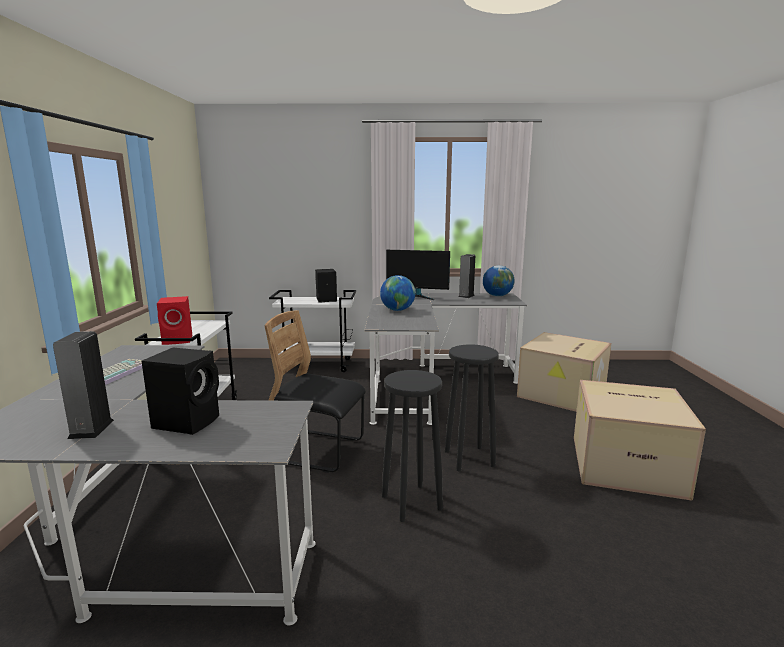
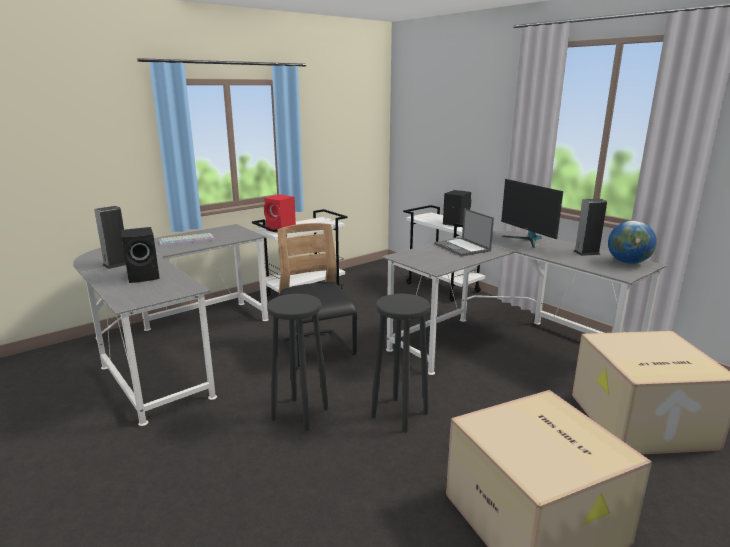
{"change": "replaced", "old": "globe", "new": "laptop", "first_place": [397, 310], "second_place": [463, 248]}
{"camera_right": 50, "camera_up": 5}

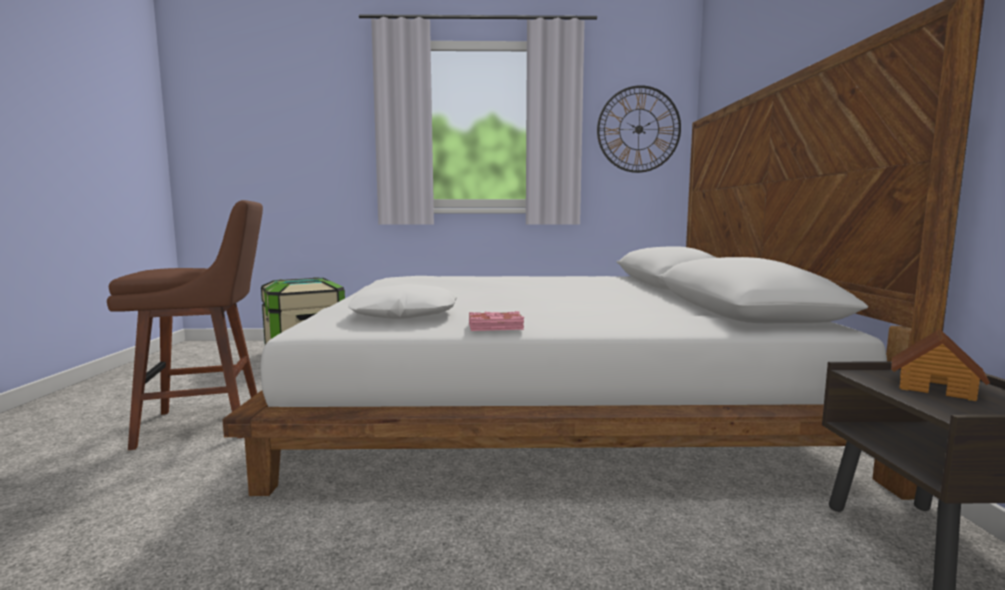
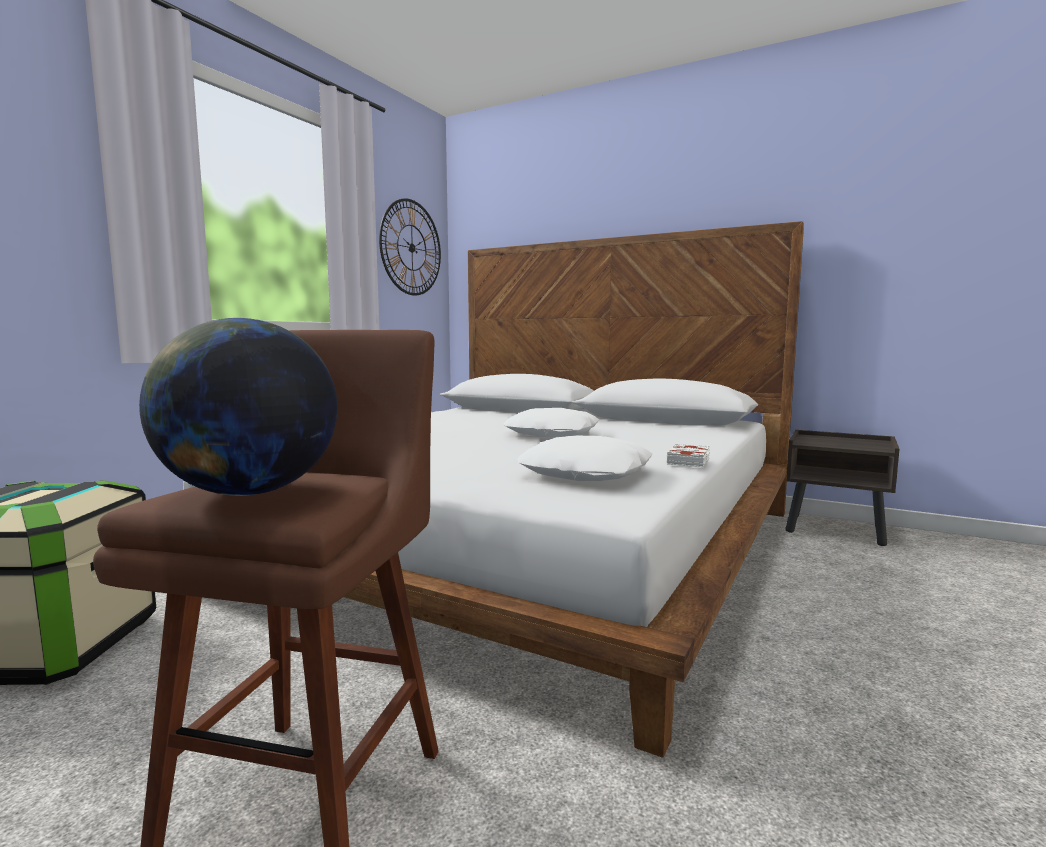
{"change": "recoloured", "old": "pink book", "new": "white book", "first_place": [495, 327], "second_place": [689, 461]}
{"change": "removed", "old": "toy house", "first_place": [935, 387]}
{"change": "added", "new": "globe", "second_place": [249, 492]}
{"change": "added", "new": "white pillow", "second_place": [553, 434]}
{"camera_right": -60, "camera_up": 0}

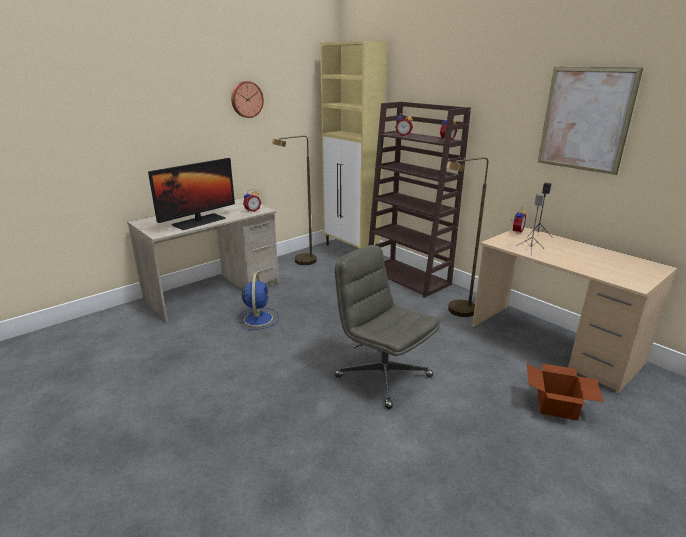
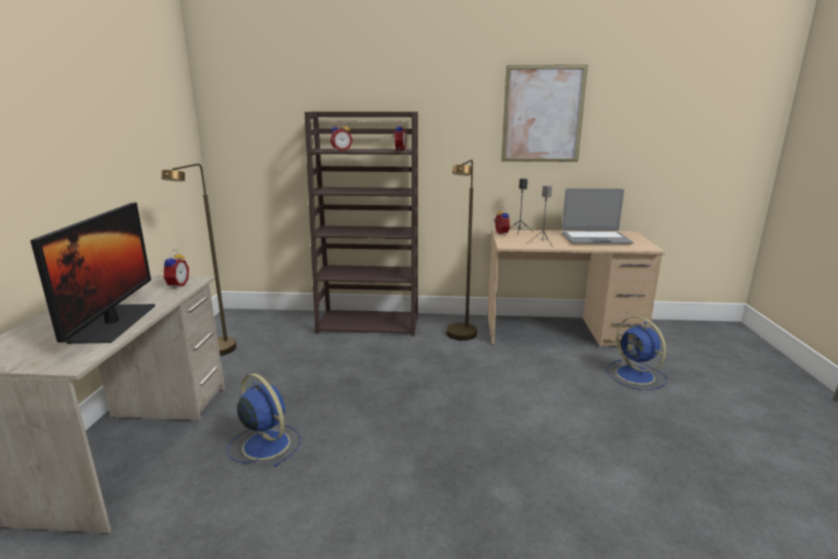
{"change": "removed", "old": "wall clock", "first_place": [246, 99]}
{"change": "removed", "old": "beige cabinet", "first_place": [351, 250]}
{"change": "removed", "old": "grey office chair", "first_place": [382, 376]}
{"change": "replaced", "old": "cardboard box", "new": "blue fan", "first_place": [558, 406], "second_place": [636, 376]}
{"change": "added", "new": "laptop", "second_place": [595, 239]}
{"camera_right": -45, "camera_up": -5}

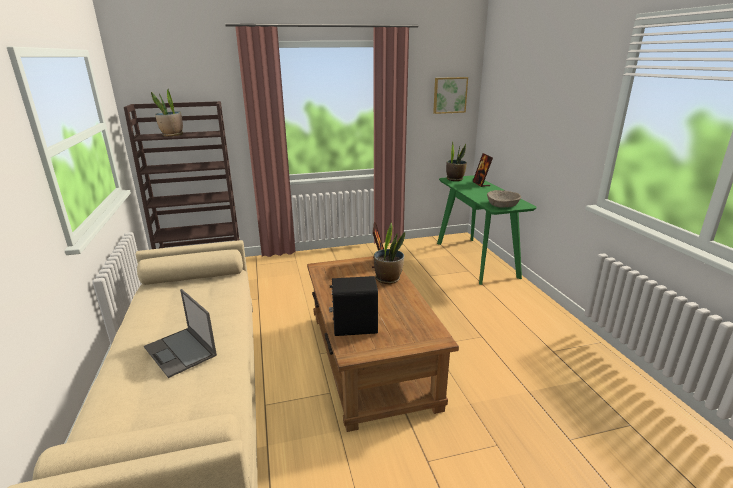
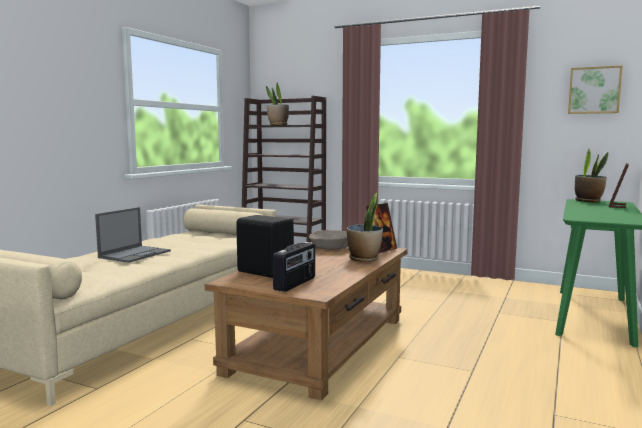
{"change": "turned", "old": "laptop", "first_place": [181, 351], "second_place": [135, 254], "degrees": -150}
{"change": "moved", "old": "beige bowl", "first_place": [502, 204], "second_place": [332, 247]}
{"change": "added", "new": "radio", "second_place": [295, 284]}
{"camera_right": 40, "camera_up": -15}

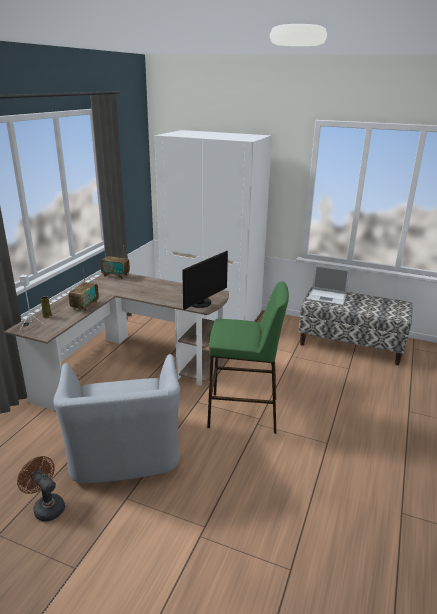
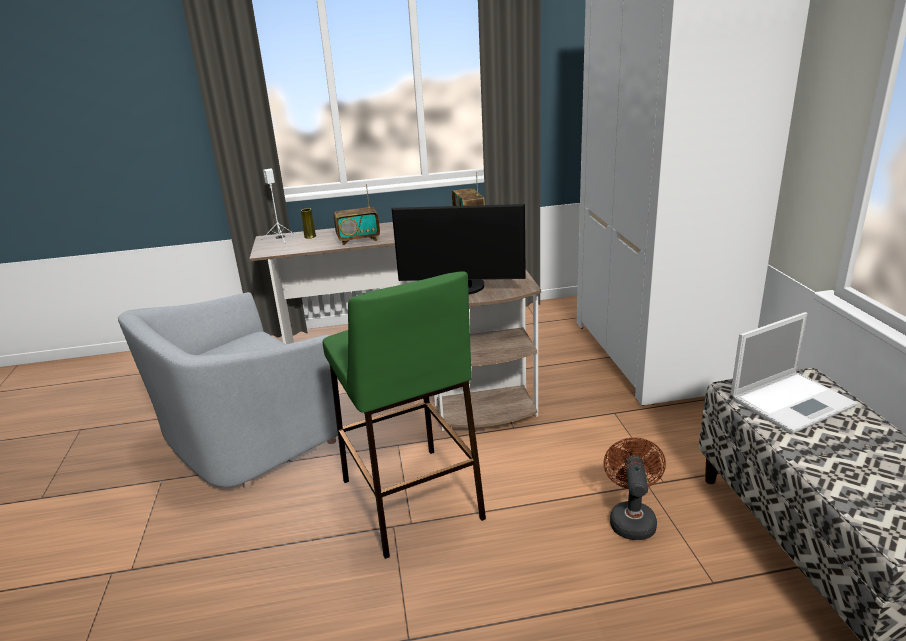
{"change": "moved", "old": "brown fan", "first_place": [46, 507], "second_place": [631, 518]}
{"change": "turned", "old": "laptop", "first_place": [327, 297], "second_place": [793, 401], "degrees": -105}
{"camera_right": 60, "camera_up": 0}

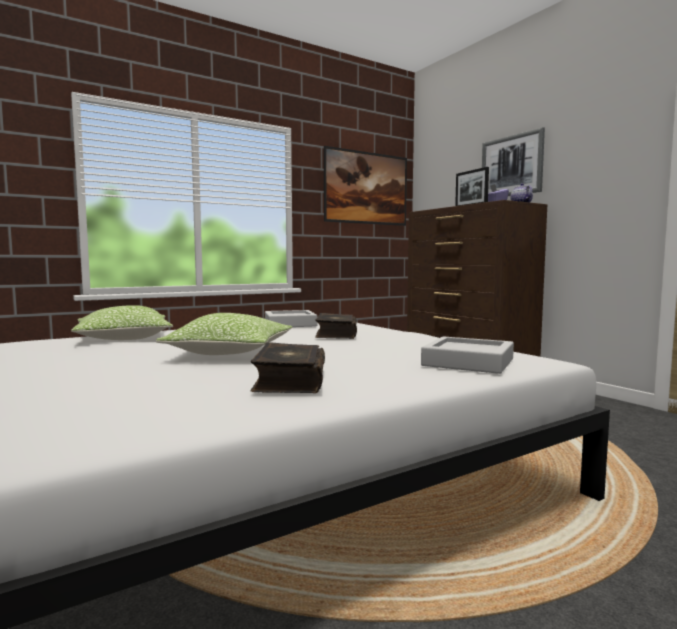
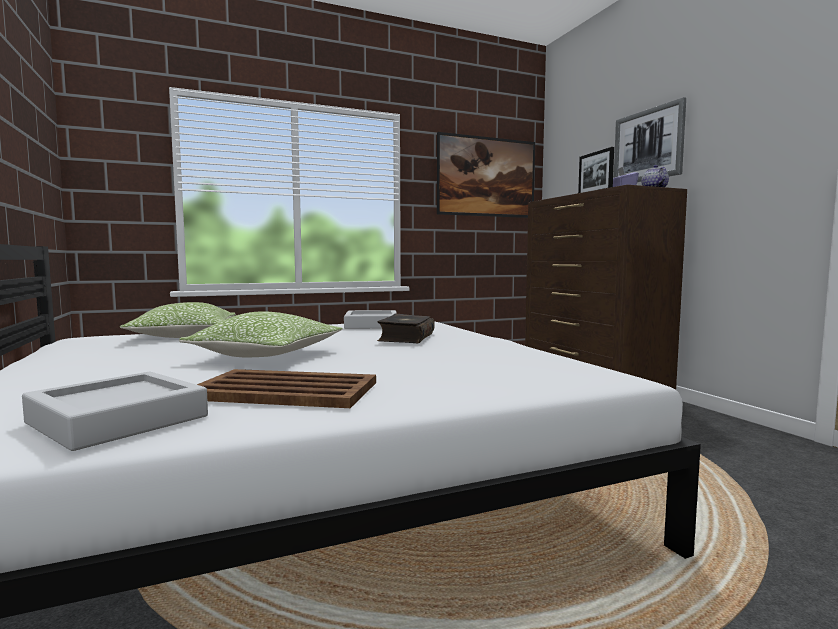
{"change": "replaced", "old": "book", "new": "brown tray", "first_place": [289, 381], "second_place": [284, 390]}
{"change": "moved", "old": "grey tray", "first_place": [468, 362], "second_place": [118, 420]}
{"camera_right": 10, "camera_up": 0}

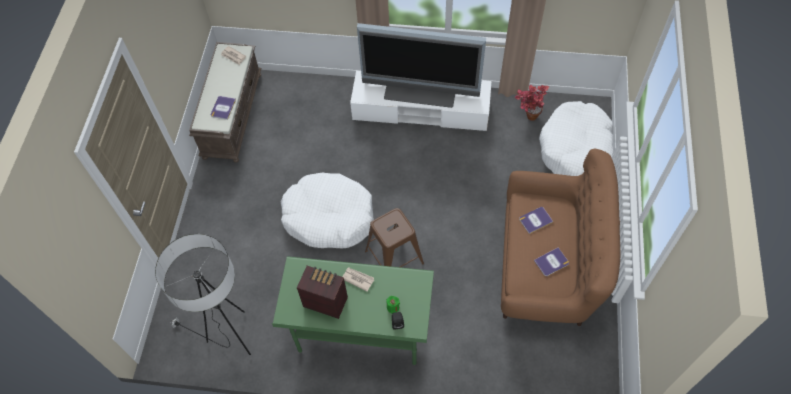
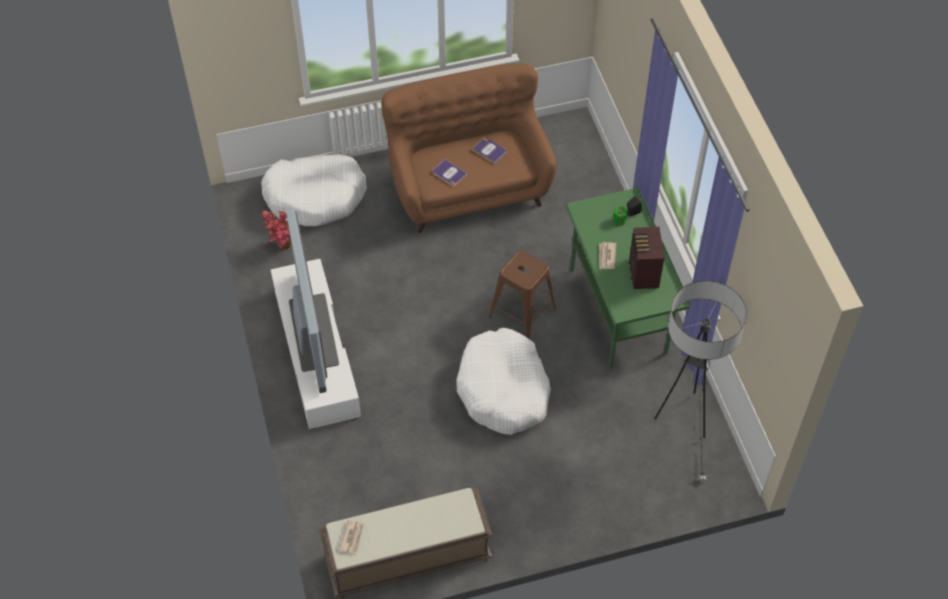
{"change": "removed", "old": "book", "first_place": [223, 108]}
{"camera_right": -115, "camera_up": -5}

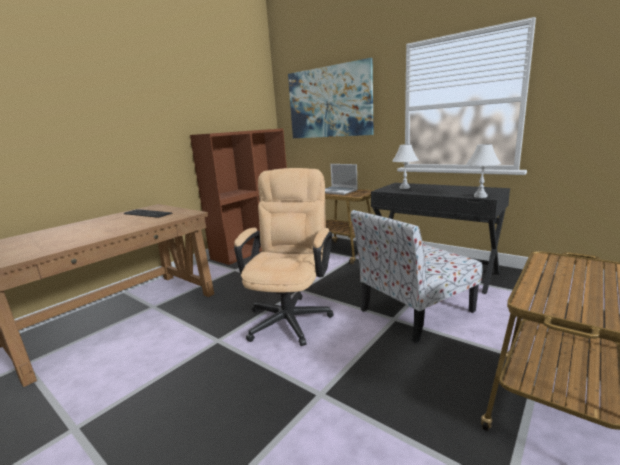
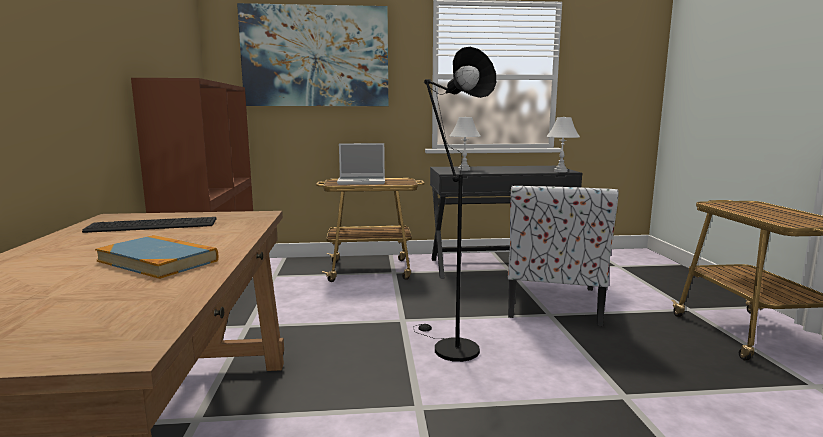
{"change": "replaced", "old": "beige office chair", "new": "black floor lamp", "first_place": [291, 315], "second_place": [449, 347]}
{"change": "added", "new": "book", "second_place": [158, 261]}
{"camera_right": -45, "camera_up": -5}

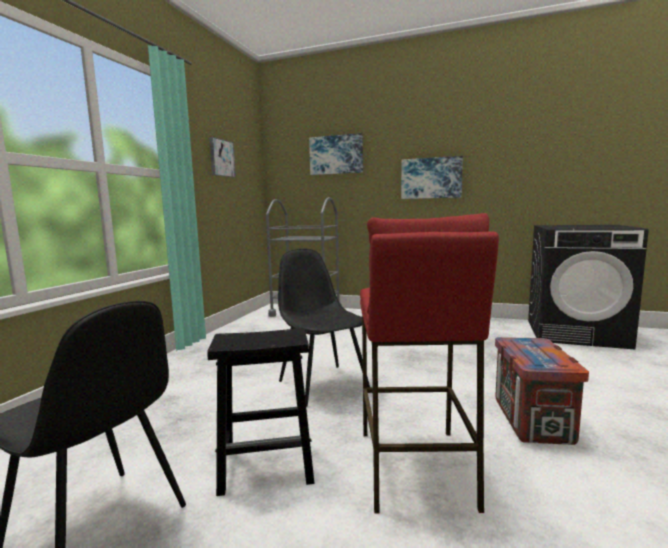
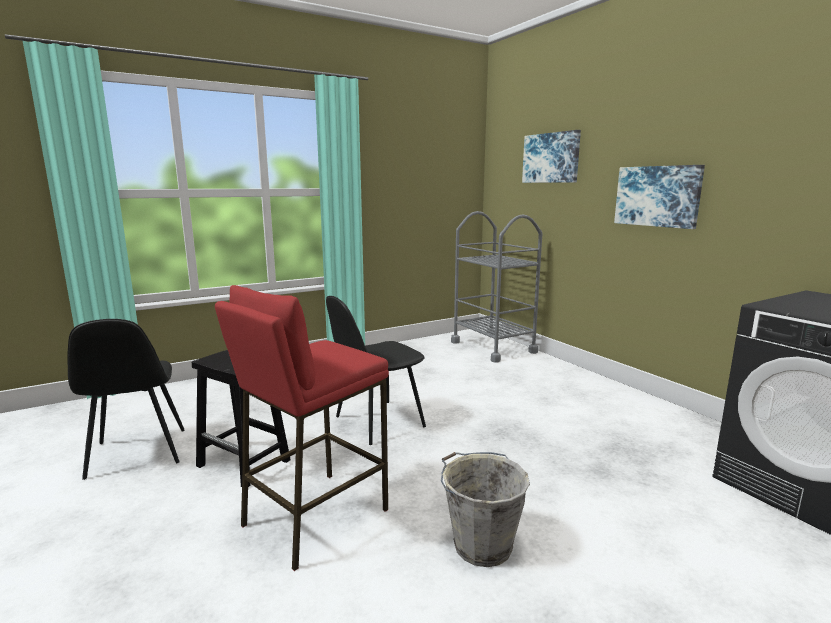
{"change": "removed", "old": "picture", "first_place": [221, 158]}
{"change": "turned", "old": "black chair", "first_place": [322, 383], "second_place": [377, 422], "degrees": -135}
{"change": "replaced", "old": "crate", "new": "grey bucket", "first_place": [532, 422], "second_place": [480, 544]}
{"camera_right": 40, "camera_up": 5}

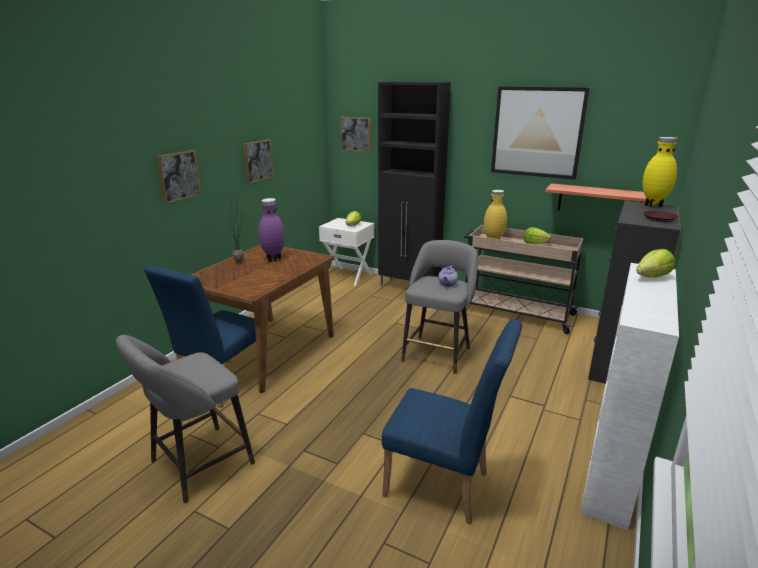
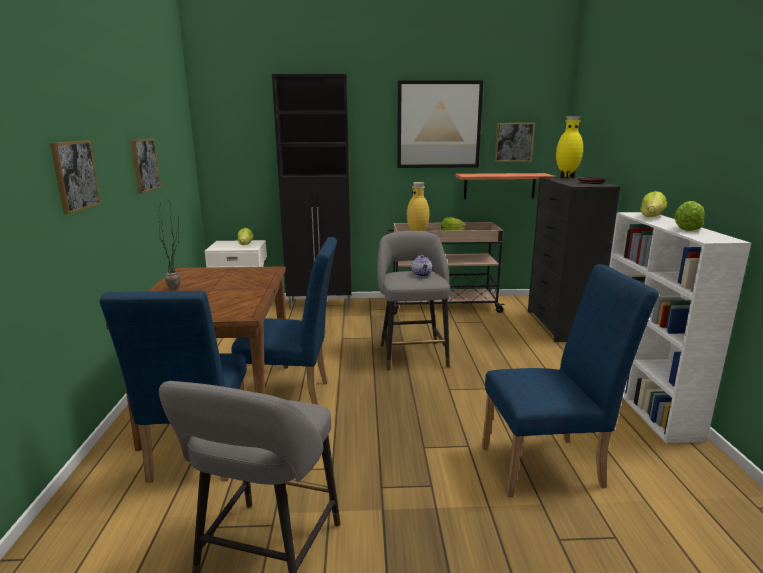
{"change": "removed", "old": "purple vase", "first_place": [273, 259]}
{"change": "moved", "old": "picture", "first_place": [356, 134], "second_place": [514, 142]}
{"change": "added", "new": "blue chair", "second_place": [293, 397]}
{"change": "added", "new": "lettuce", "second_place": [687, 229]}
{"camera_right": -30, "camera_up": -5}

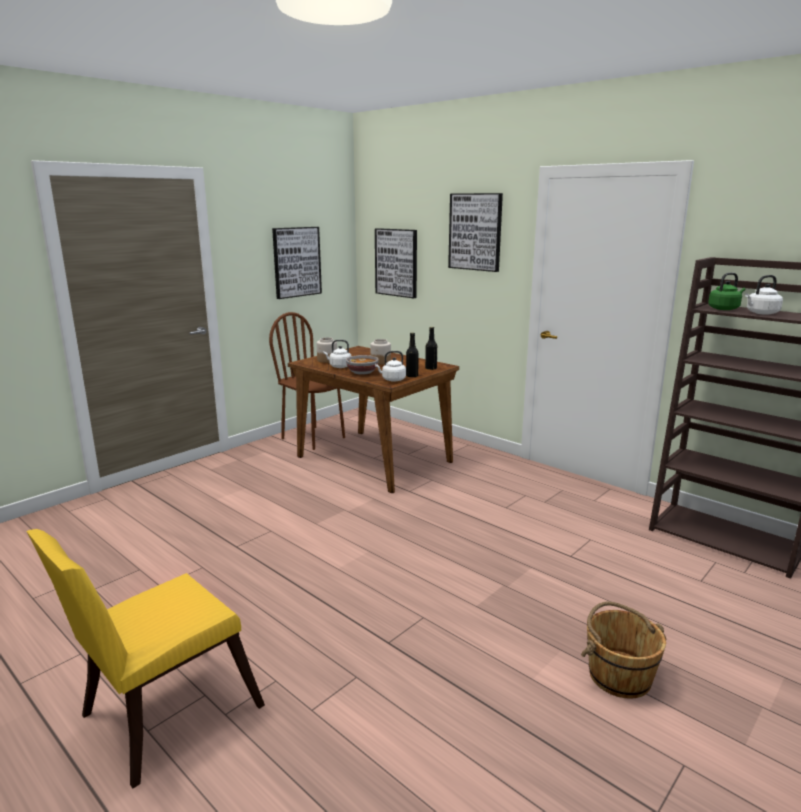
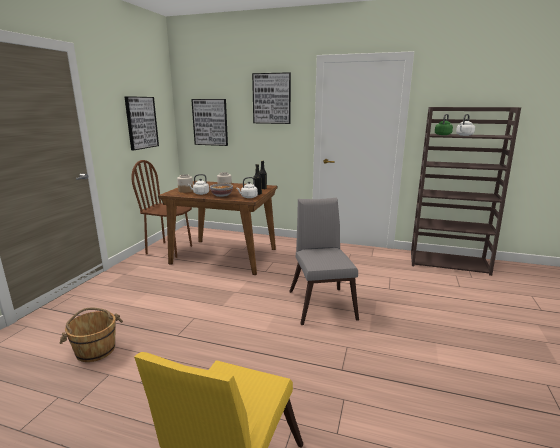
{"change": "moved", "old": "brown bucket", "first_place": [619, 675], "second_place": [95, 350]}
{"change": "added", "new": "grey chair", "second_place": [321, 302]}
{"camera_right": -25, "camera_up": 0}

